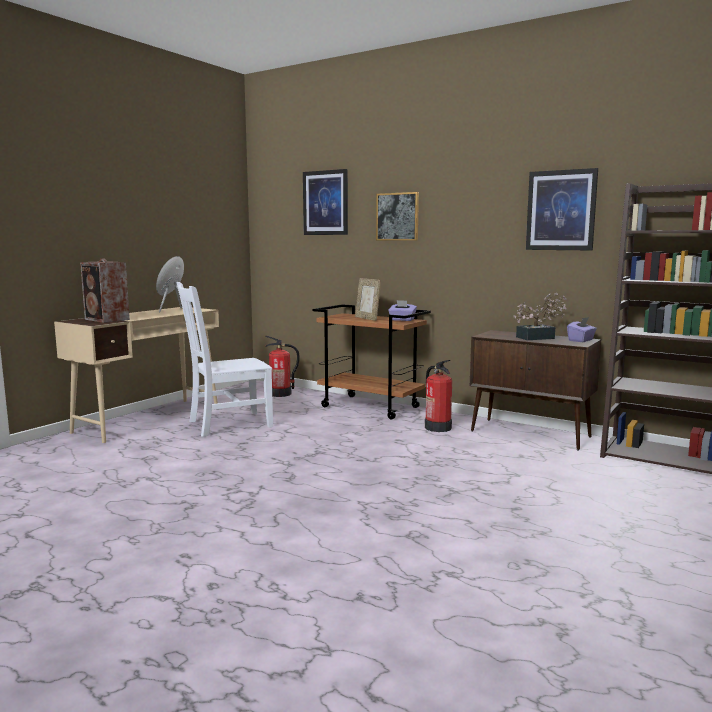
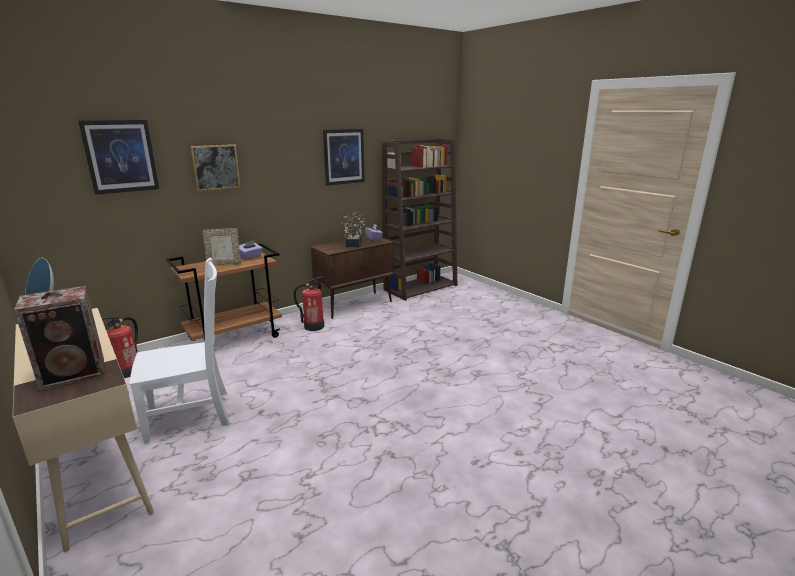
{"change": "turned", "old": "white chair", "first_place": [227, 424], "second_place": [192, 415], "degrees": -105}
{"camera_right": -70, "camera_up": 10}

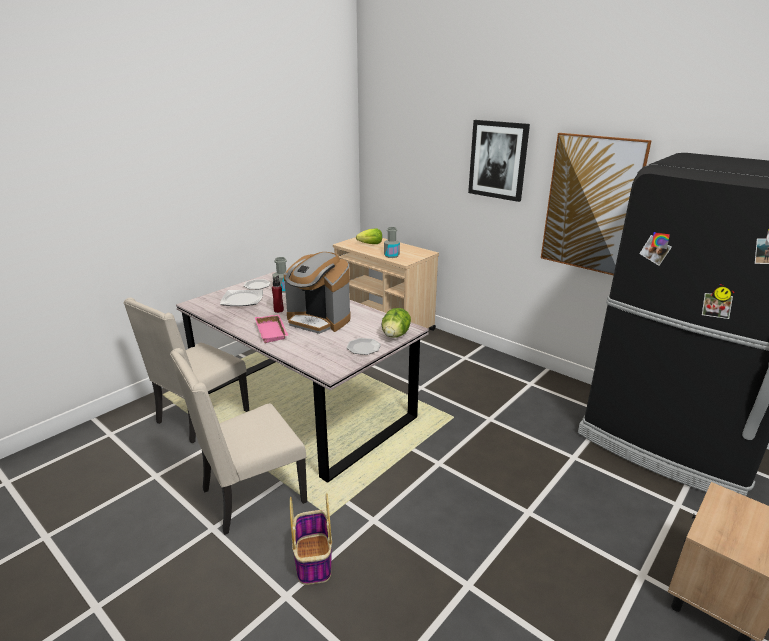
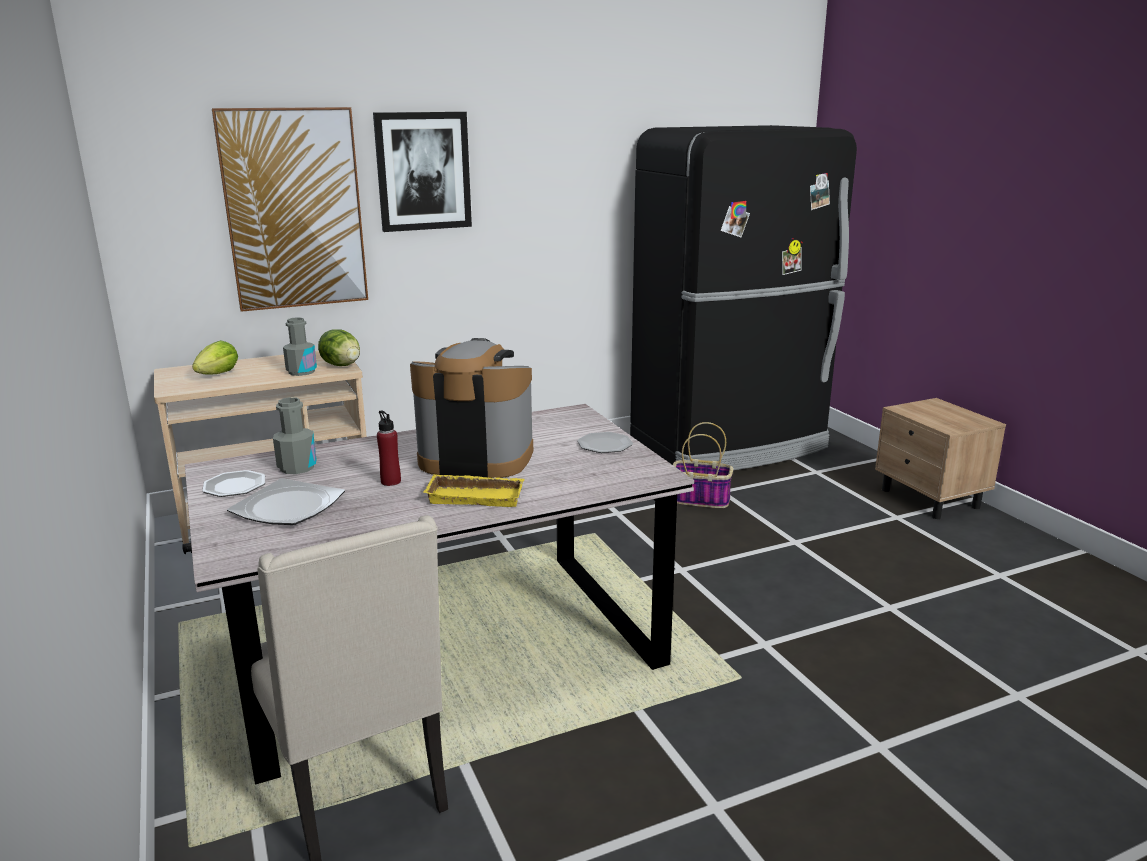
{"change": "removed", "old": "beige chair", "first_place": [251, 496]}
{"change": "recoloured", "old": "pink tray", "new": "yellow tray", "first_place": [273, 332], "second_place": [477, 496]}
{"change": "turned", "old": "coffee machine", "first_place": [318, 320], "second_place": [475, 458], "degrees": -135}
{"change": "moved", "old": "basket", "first_place": [313, 558], "second_place": [699, 500]}
{"change": "moved", "old": "lettuce", "first_place": [395, 335], "second_place": [342, 365]}
{"change": "moved", "old": "picture", "first_place": [591, 204], "second_place": [294, 209]}
{"camera_right": -65, "camera_up": -5}

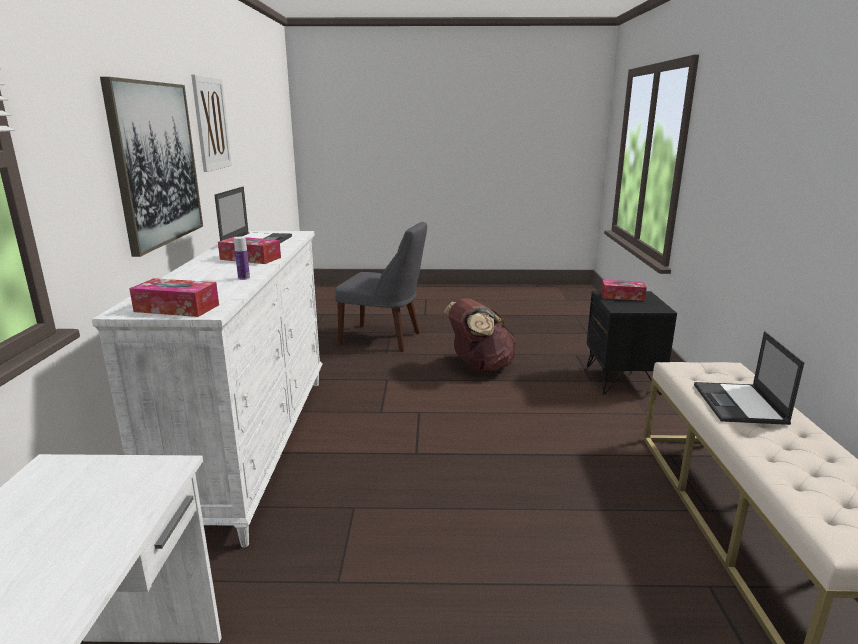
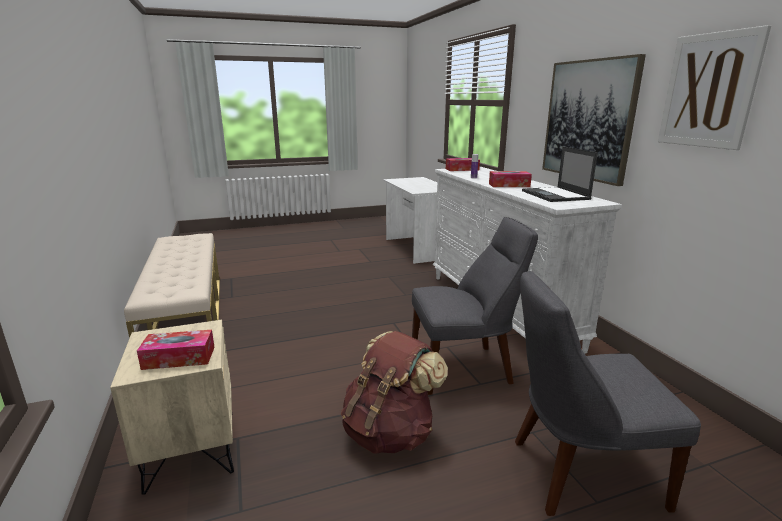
{"change": "recoloured", "old": "black nightstand", "new": "beige nightstand", "first_place": [623, 380], "second_place": [191, 449]}
{"change": "removed", "old": "laptop", "first_place": [740, 404]}
{"change": "added", "new": "grey chair", "second_place": [464, 368]}
{"camera_right": 160, "camera_up": 0}

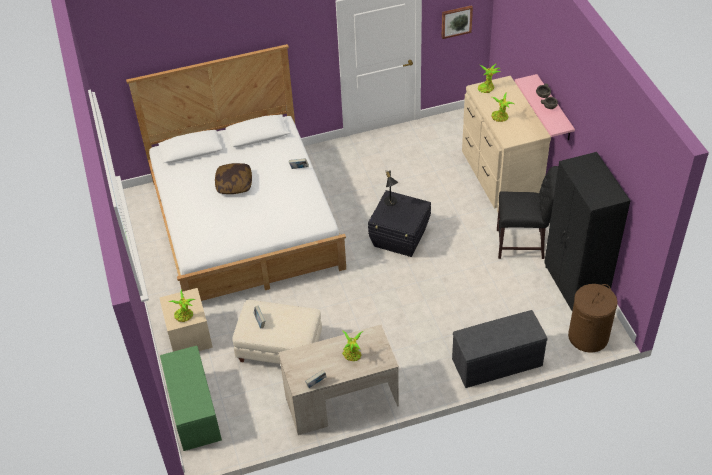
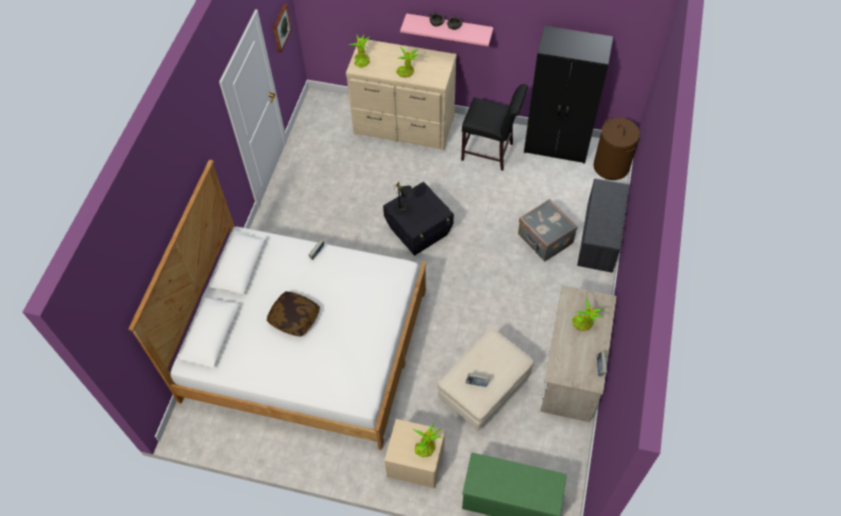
{"change": "turned", "old": "black chair", "first_place": [523, 244], "second_place": [490, 153], "degrees": 75}
{"change": "added", "new": "grey suitcase", "second_place": [544, 240]}
{"camera_right": -60, "camera_up": 10}

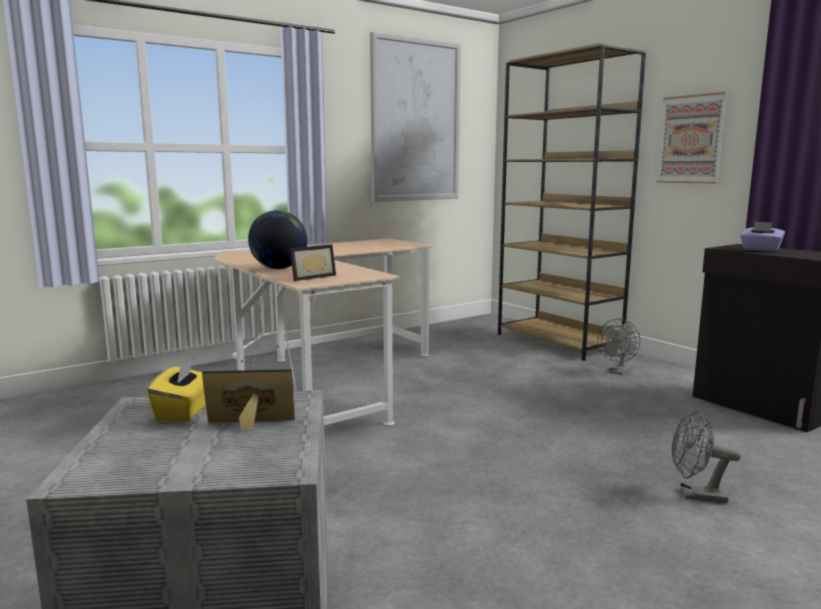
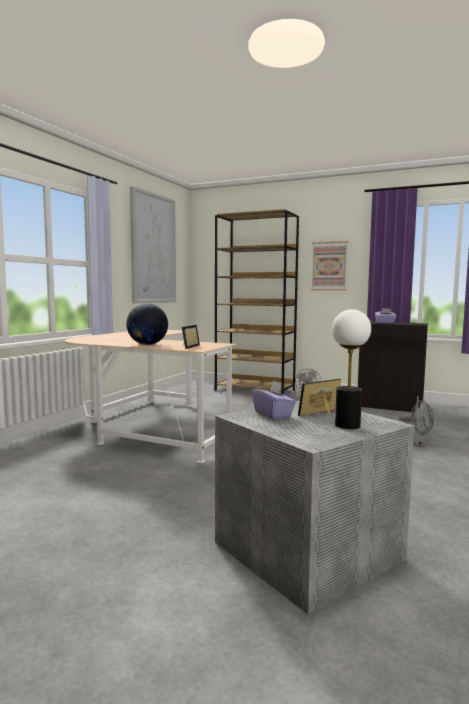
{"change": "recoloured", "old": "yellow tissue box", "new": "purple tissue box", "first_place": [185, 411], "second_place": [273, 414]}
{"change": "turned", "old": "grey fan", "first_place": [696, 495], "second_place": [416, 444], "degrees": -120}
{"change": "added", "new": "table lamp", "second_place": [347, 425]}
{"camera_right": -30, "camera_up": -5}

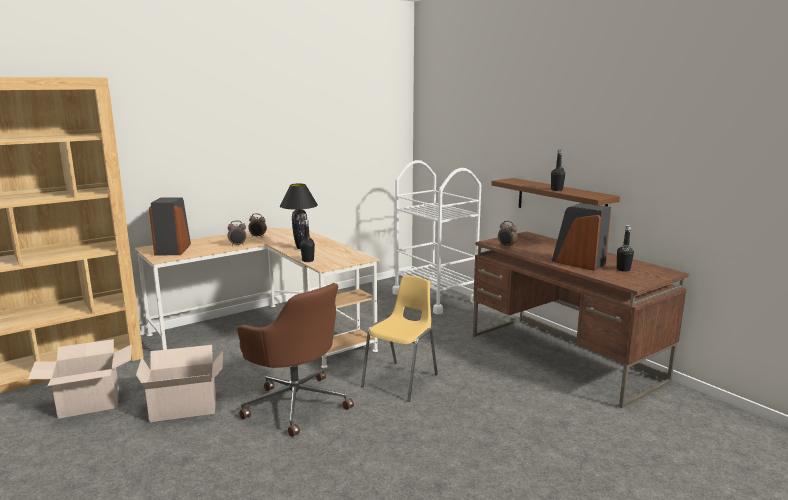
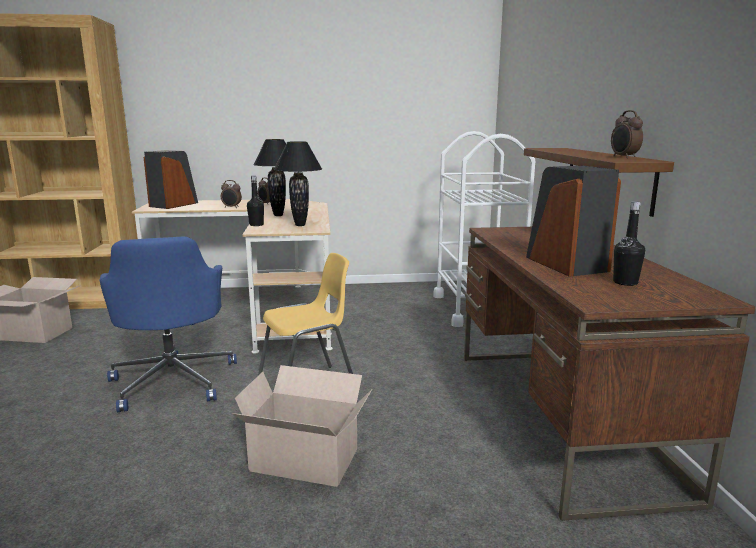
{"change": "moved", "old": "cardboard box", "first_place": [186, 407], "second_place": [307, 461]}
{"change": "recoloured", "old": "brown office chair", "new": "blue office chair", "first_place": [295, 403], "second_place": [174, 380]}
{"change": "moved", "old": "alarm clock", "first_place": [506, 246], "second_place": [623, 157]}
{"change": "removed", "old": "black bottle", "first_place": [556, 190]}
{"change": "added", "new": "black table lamp", "second_place": [300, 225]}
{"camera_right": 30, "camera_up": 0}

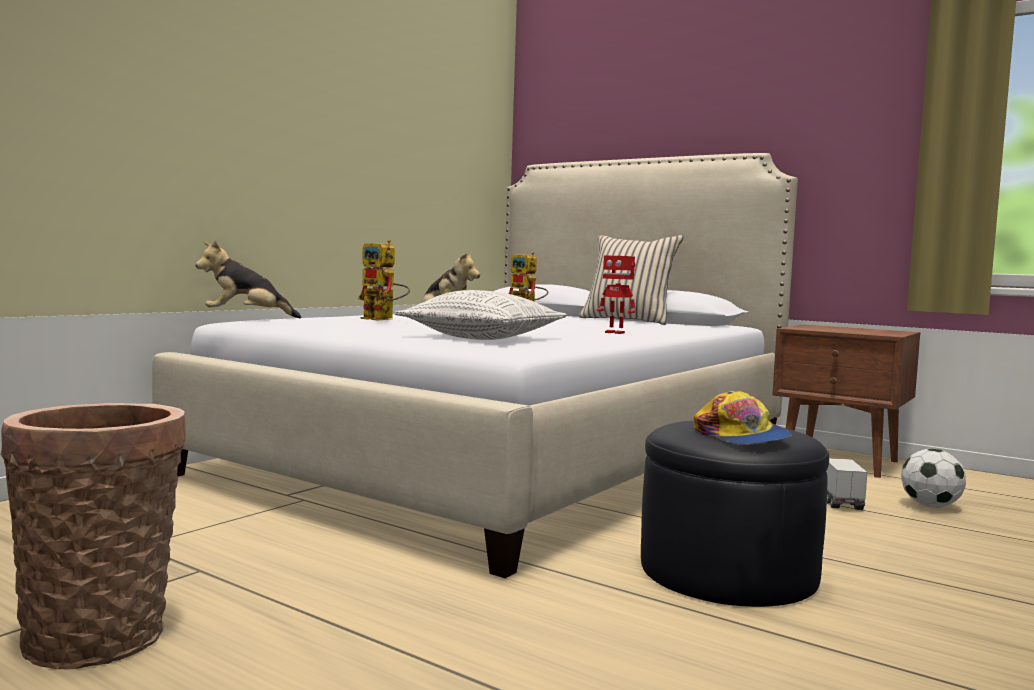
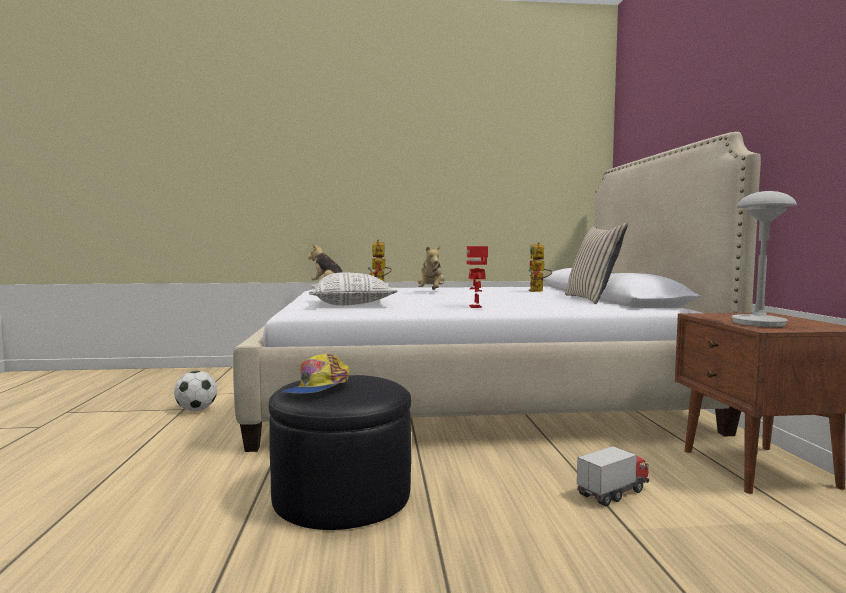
{"change": "removed", "old": "basket", "first_place": [100, 634]}
{"change": "moved", "old": "football", "first_place": [931, 506], "second_place": [196, 410]}
{"change": "added", "new": "grey table lamp", "second_place": [759, 323]}
{"camera_right": 50, "camera_up": 0}

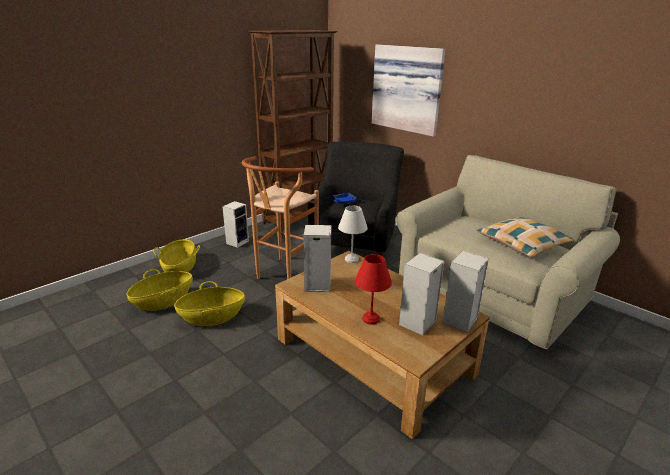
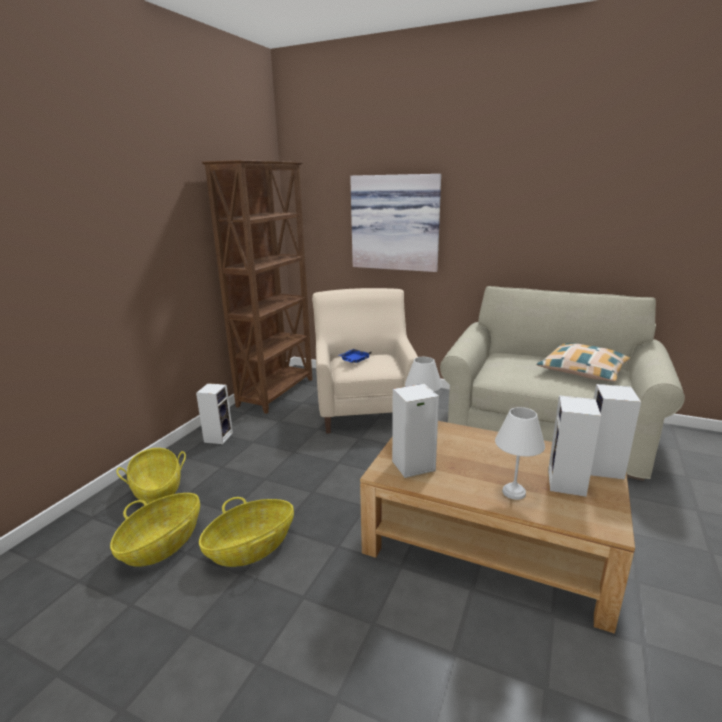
{"change": "removed", "old": "brown stool", "first_place": [282, 276]}
{"change": "recoloured", "old": "black armchair", "new": "beige armchair", "first_place": [355, 242], "second_place": [364, 407]}
{"change": "recoloured", "old": "red table lamp", "new": "white table lamp", "first_place": [370, 318], "second_place": [513, 492]}
{"camera_right": -20, "camera_up": -5}

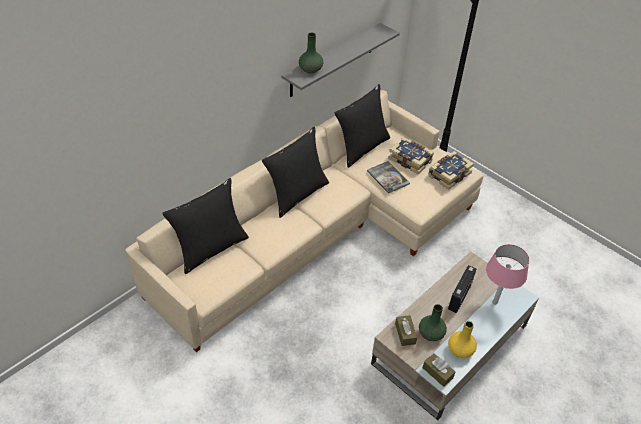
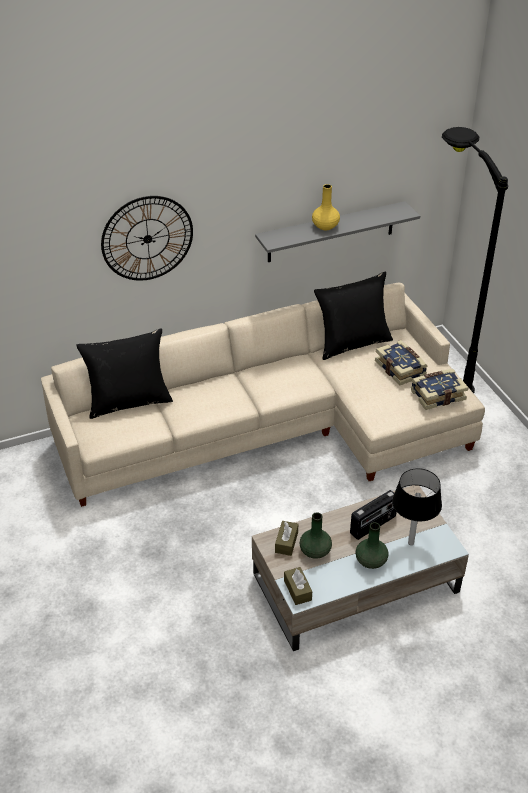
{"change": "removed", "old": "black pillow", "first_place": [296, 194]}
{"change": "moved", "old": "green vase", "first_place": [311, 69], "second_place": [371, 561]}
{"change": "removed", "old": "book", "first_place": [388, 177]}
{"change": "moved", "old": "yellow vase", "first_place": [460, 350], "second_place": [325, 226]}
{"change": "recoloured", "old": "pink table lamp", "new": "black table lamp", "first_place": [494, 302], "second_place": [410, 543]}
{"change": "added", "new": "wall clock", "second_place": [147, 238]}
{"camera_right": 25, "camera_up": -5}

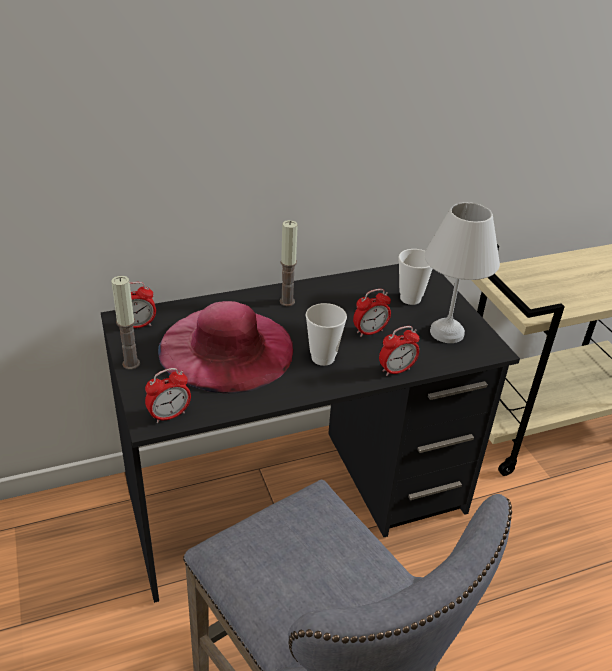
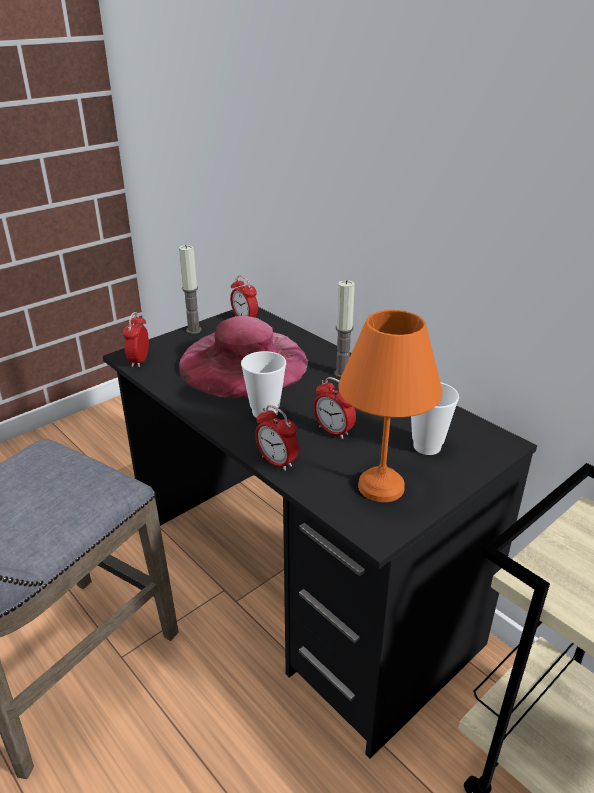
{"change": "turned", "old": "alarm clock", "first_place": [169, 415], "second_place": [139, 361], "degrees": 60}
{"change": "recoloured", "old": "white table lamp", "new": "orange table lamp", "first_place": [445, 333], "second_place": [379, 485]}
{"camera_right": 70, "camera_up": -5}

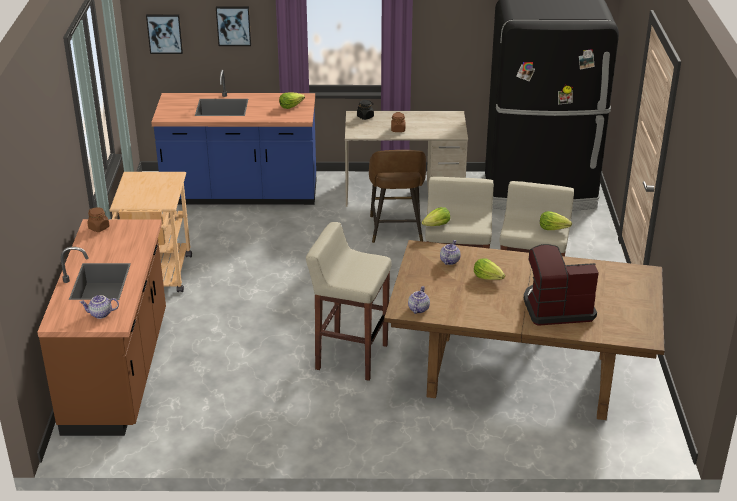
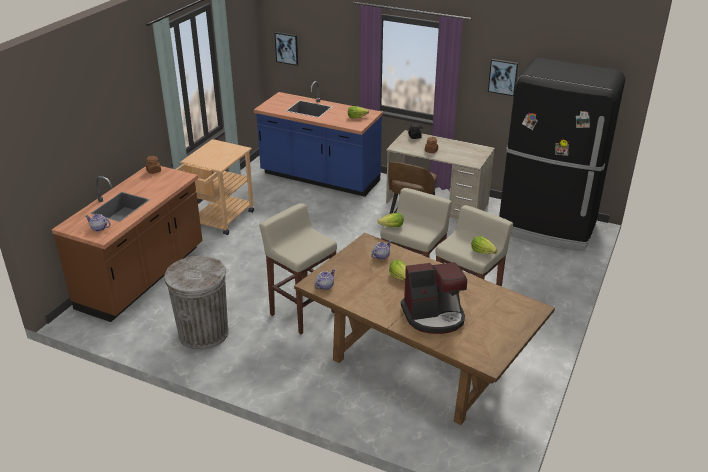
{"change": "moved", "old": "picture", "first_place": [233, 25], "second_place": [503, 77]}
{"change": "turned", "old": "coffee machine", "first_place": [556, 308], "second_place": [434, 316], "degrees": 150}
{"change": "added", "new": "grey trash can", "second_place": [203, 333]}
{"camera_right": 25, "camera_up": 0}

